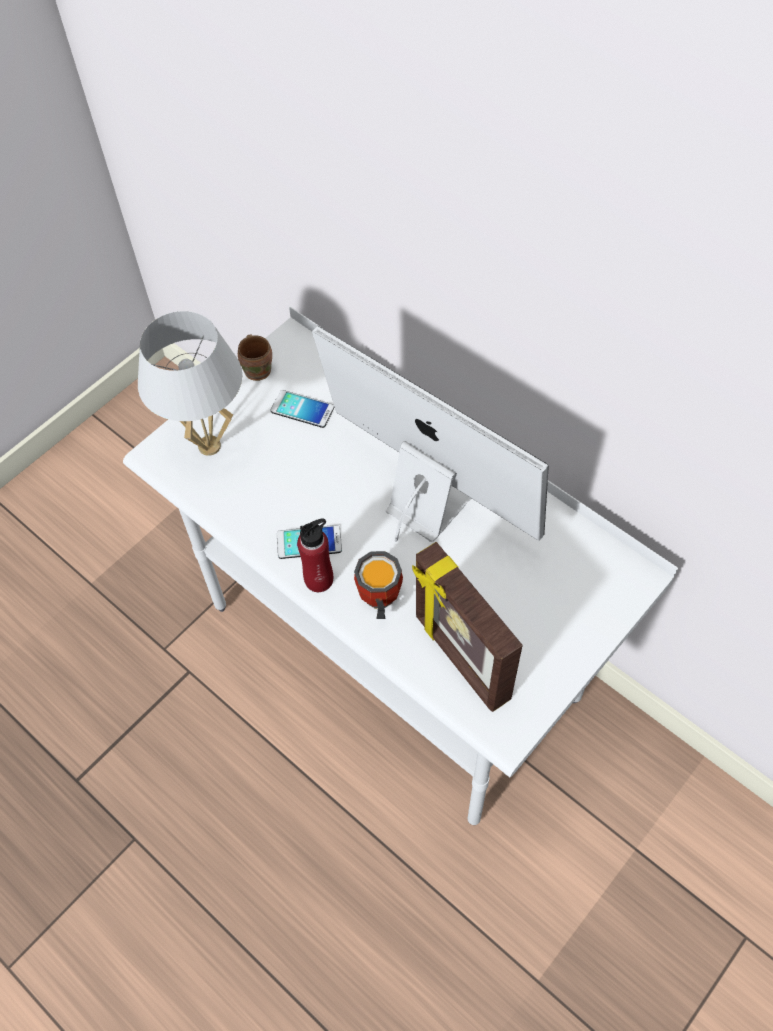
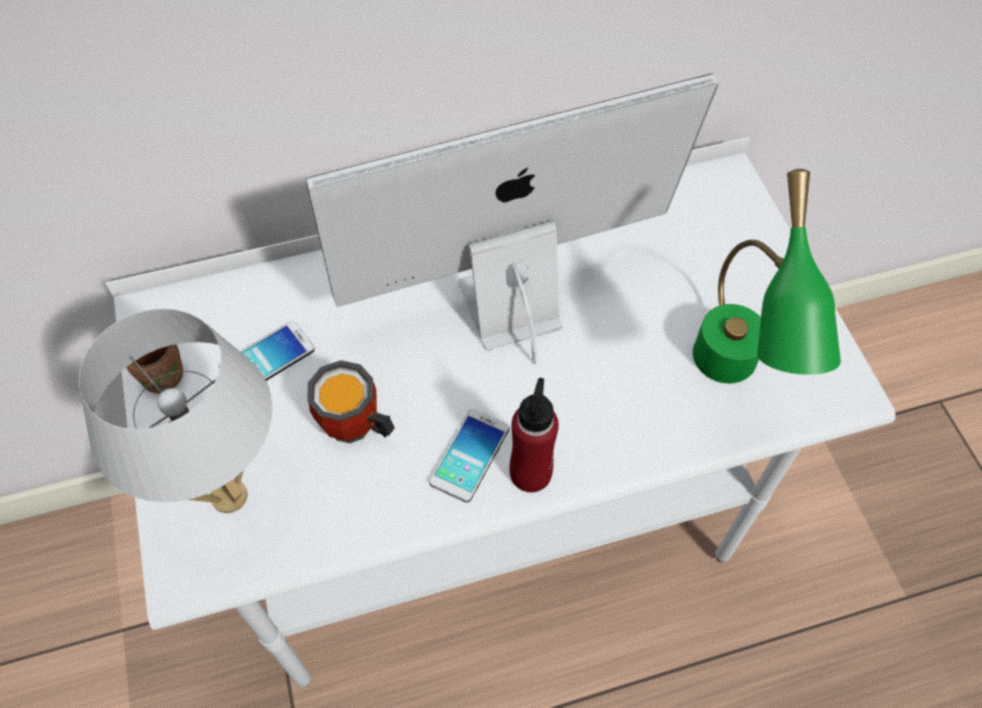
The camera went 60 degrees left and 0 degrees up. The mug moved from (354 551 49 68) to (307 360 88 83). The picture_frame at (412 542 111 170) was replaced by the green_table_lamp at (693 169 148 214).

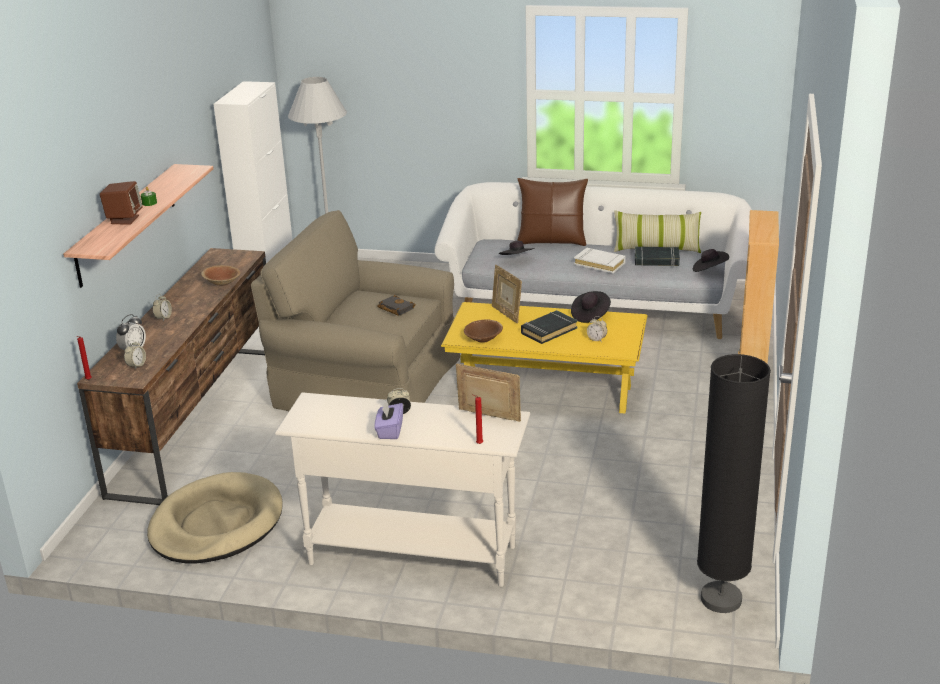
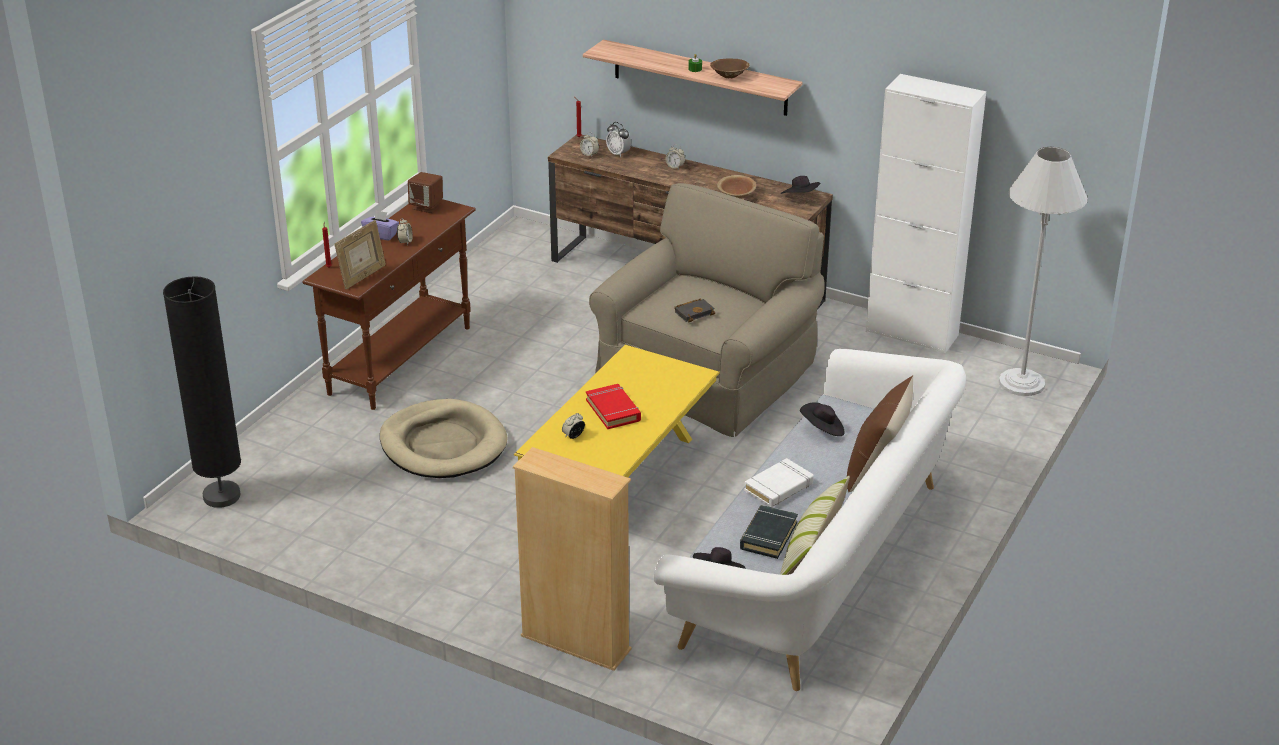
The camera went 105 degrees right and 5 degrees up. The picture_frame at (492 265 30 58) disappeared. The brown_speaker moved from (100 181 43 44) to (408 172 35 41). The beige_dog_bed moved from (147 472 136 92) to (380 399 128 79). The brown_bowl moved from (464 319 39 24) to (710 58 40 20). The black_hat moved from (571 291 40 32) to (780 176 41 18). The white_console_table at (275 392 255 195) became the brown_console_table at (303 199 173 211). The black_book at (521 310 57 34) became the red_book at (586 384 55 45).

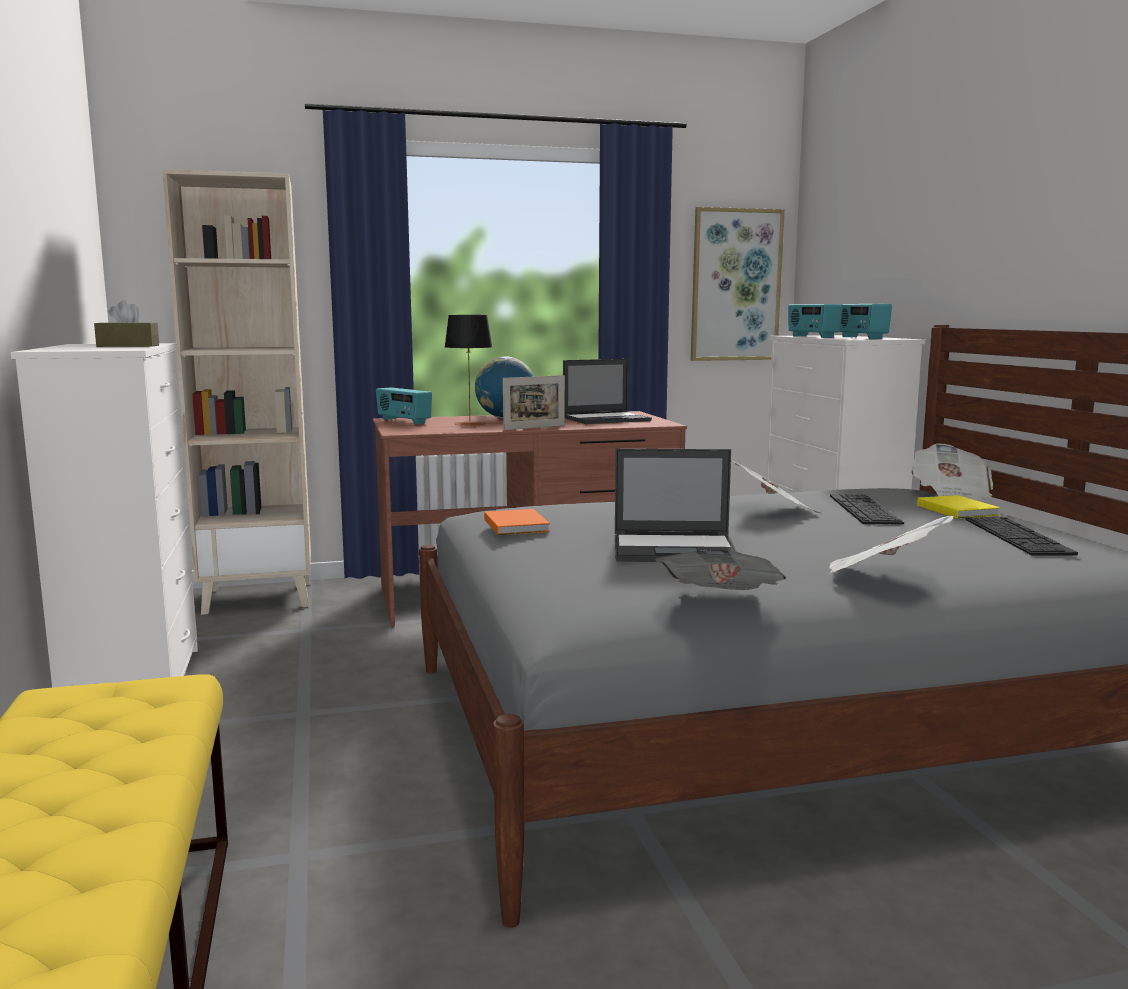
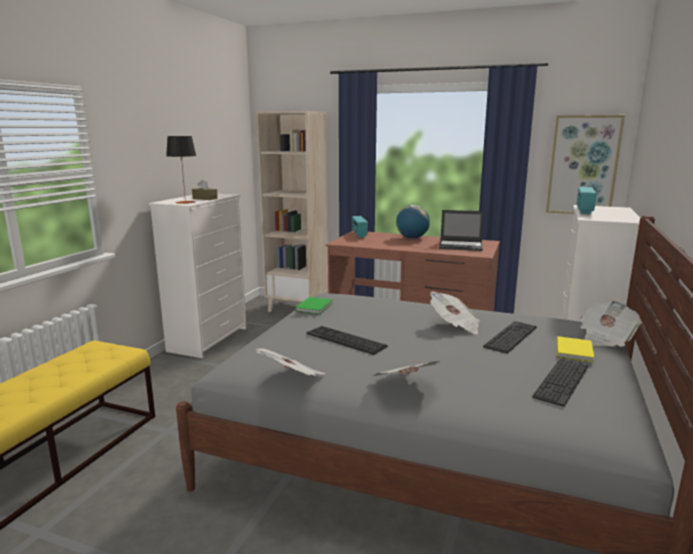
The camera went 35 degrees right and 5 degrees up. The picture_frame at (503 375 62 55) disappeared. The radio at (840 304 52 35) disappeared. The table_lamp moved from (445 315 47 111) to (166 136 30 68). The laptop at (615 448 122 114) was replaced by the keyboard at (306 326 82 29). The orange_book at (484 509 66 26) became the green_book at (295 297 38 18).

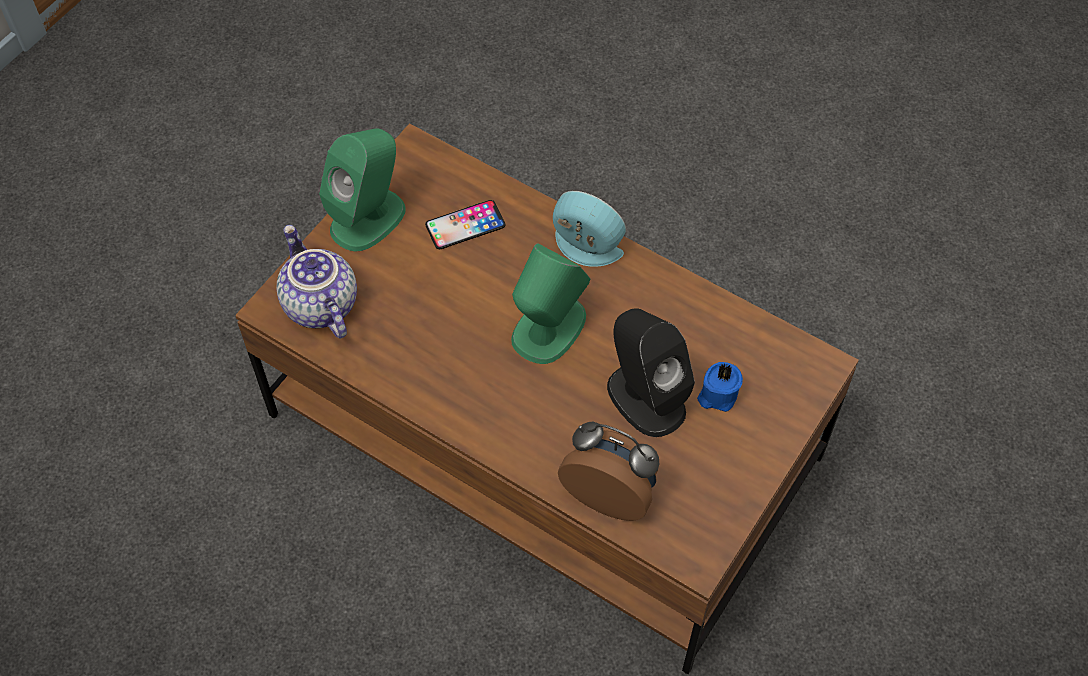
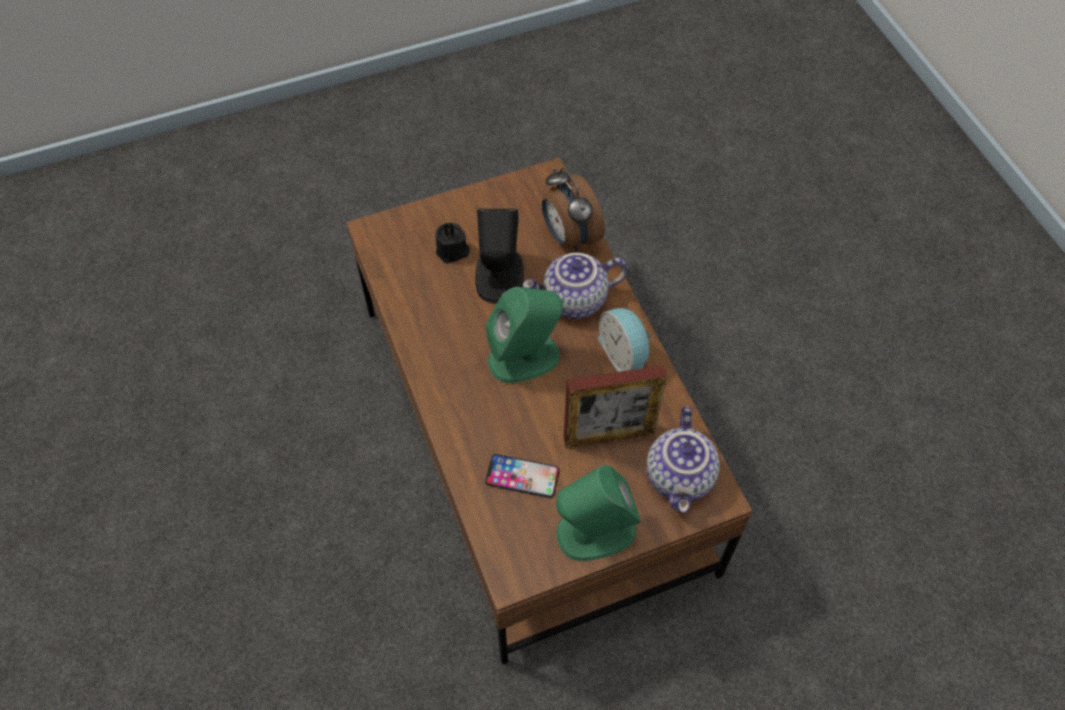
The camera went 145 degrees left and 0 degrees up. The teapot at (523 253 105 66) appeared. The picture_frame at (564 365 103 83) appeared. The alarm_clock moved from (553 191 73 76) to (598 308 55 64). The blue_candle at (697 362 46 50) became the black_candle at (435 222 35 42).

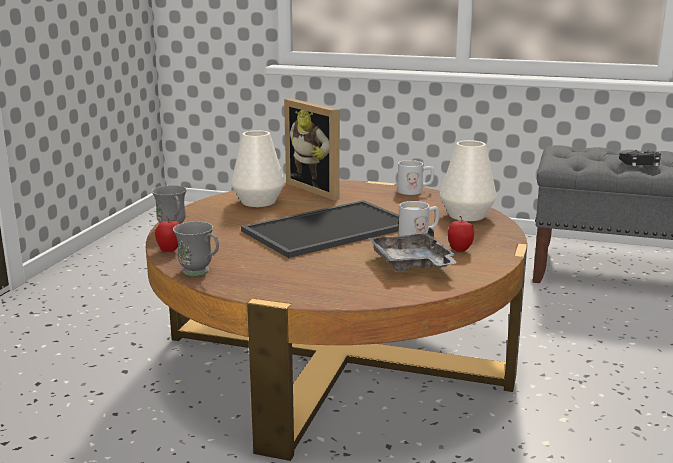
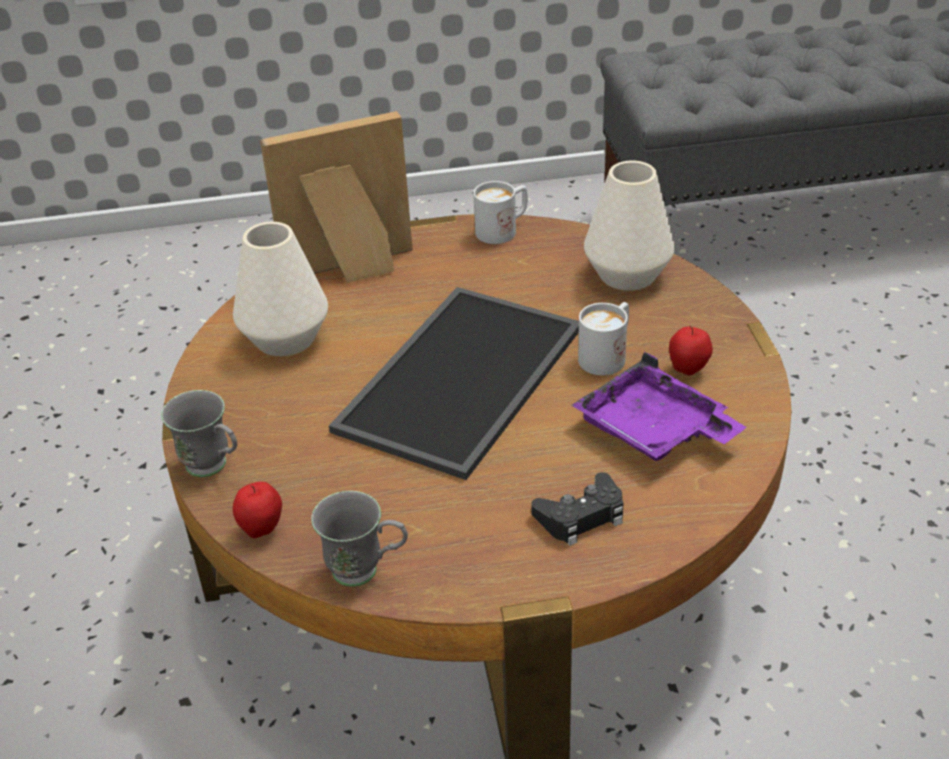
The camera went 25 degrees left and 20 degrees up. The black_game_controller moved from (619 150 42 17) to (531 472 93 74). The grey_tray at (368 227 89 44) became the purple_tray at (572 351 174 110). The picture_frame at (284 98 56 103) turned 135 degrees clockwise.

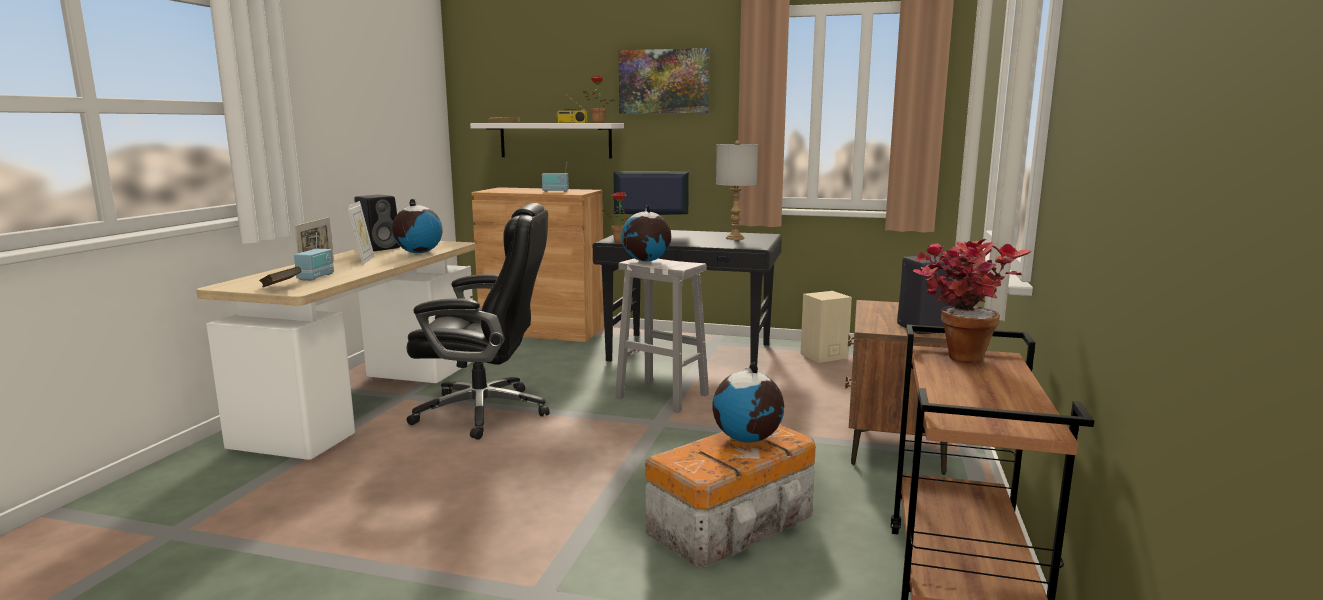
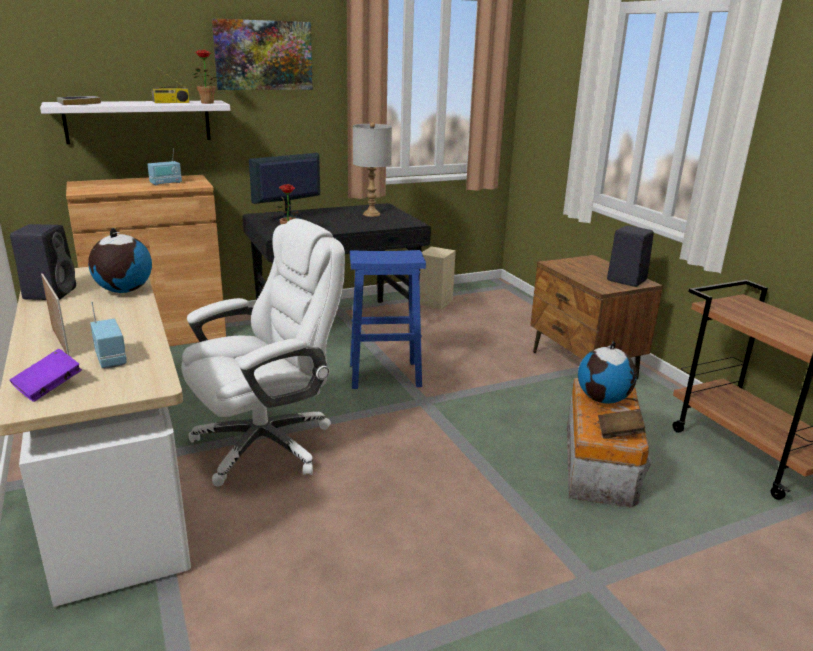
The camera went 40 degrees left and 10 degrees up. The picture_frame at (346 201 29 64) disappeared. The globe at (621 205 50 57) disappeared. The potted_plant at (913 239 118 124) disappeared. The purple_book at (10 349 72 53) appeared. The brown_book moved from (259 267 42 20) to (598 409 48 30). The black_office_chair at (407 203 143 237) became the white_office_chair at (181 219 164 268). The white_stool at (615 258 94 155) became the blue_stool at (350 250 76 139).

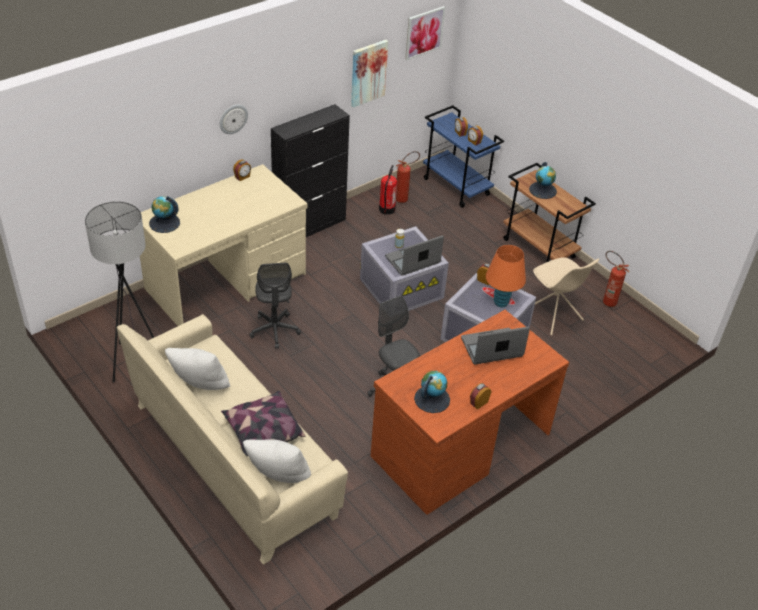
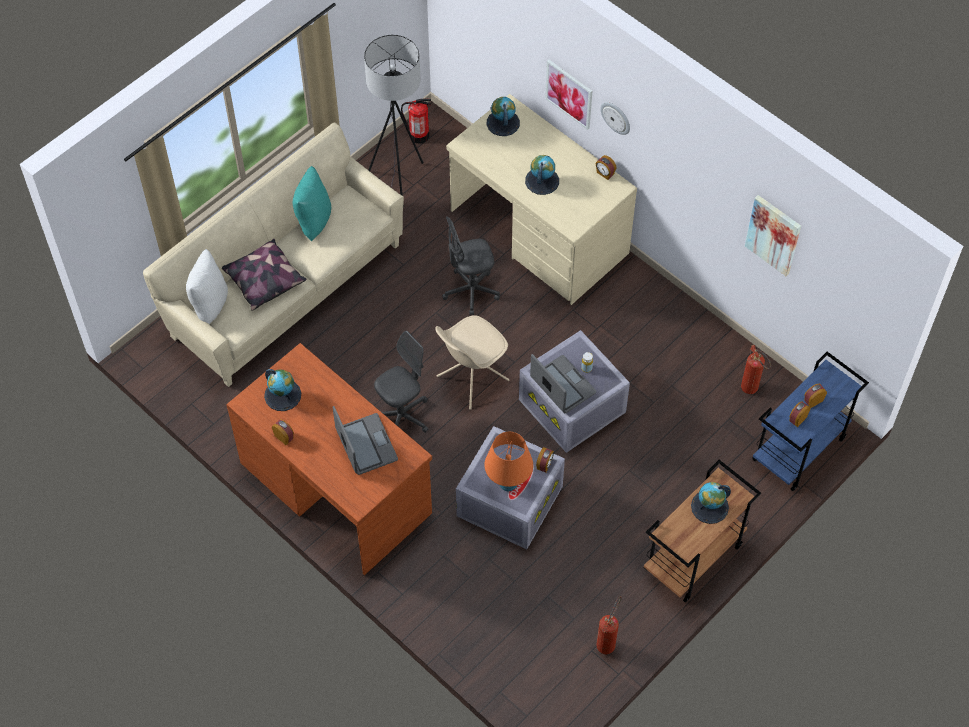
The camera went 85 degrees right and 15 degrees up. The black_cabinet at (271 104 79 133) disappeared. The globe at (525 155 34 40) appeared. The fire_extinguisher moved from (379 165 18 50) to (401 98 30 46). The picture moved from (405 6 40 54) to (545 60 47 70). The beige_chair moved from (533 257 66 78) to (435 315 74 95). The white_pillow at (165 348 65 42) became the turquoise_pillow at (293 166 38 75).

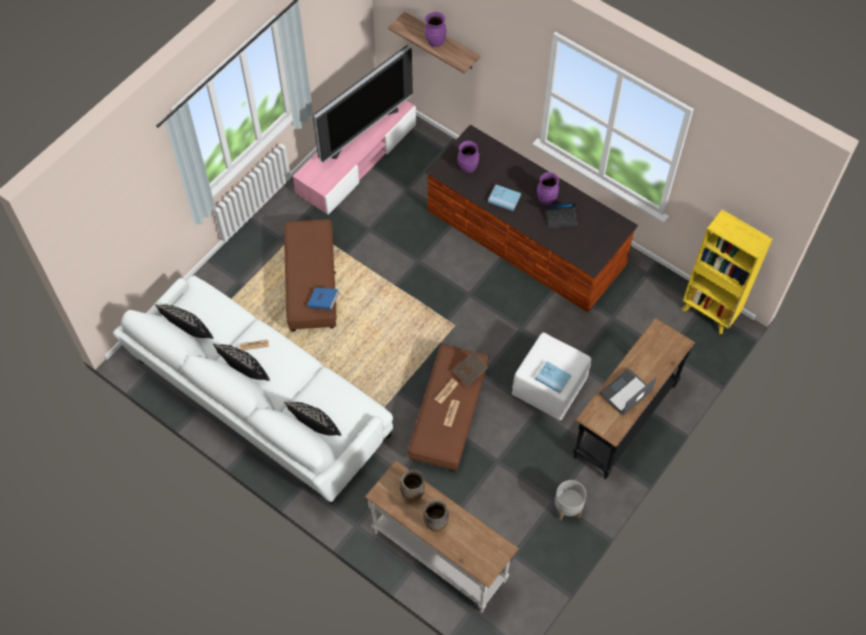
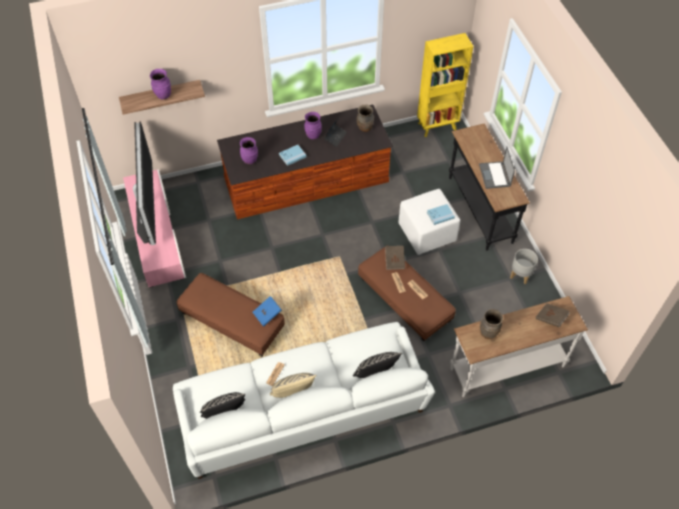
The camera went 55 degrees left and 5 degrees down. The brown_book at (536 303 34 24) appeared. The brown_vase moved from (423 499 26 33) to (357 104 17 28). The black_pillow at (213 344 57 37) became the beige_pillow at (270 373 46 25).

